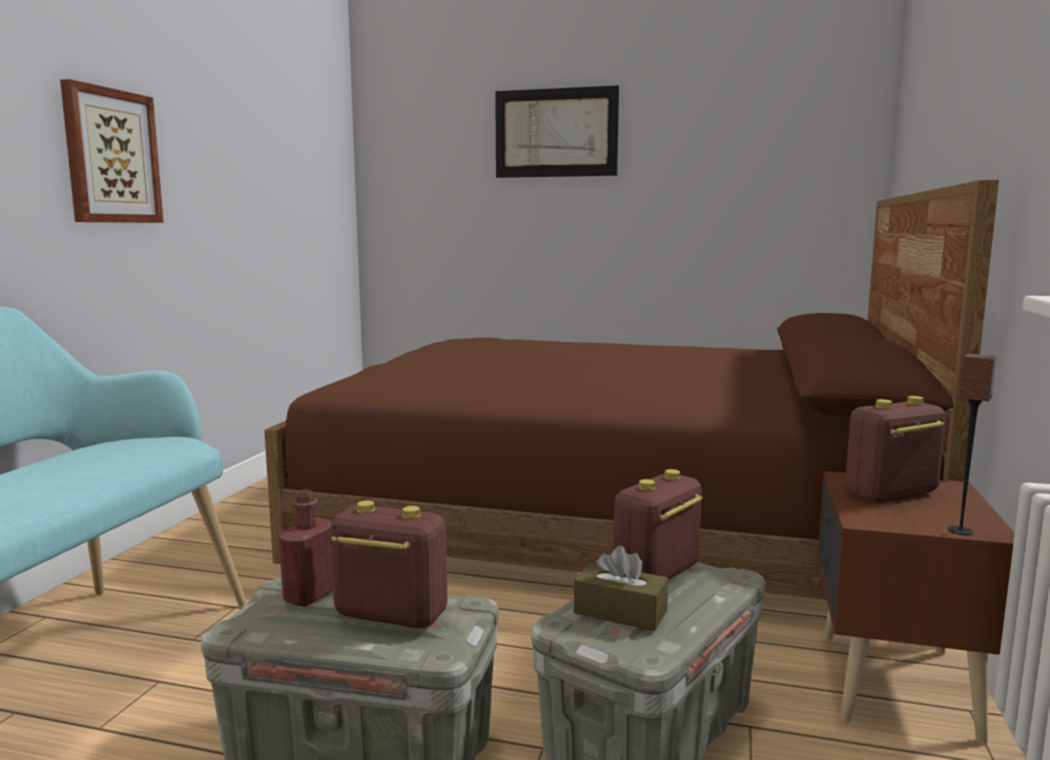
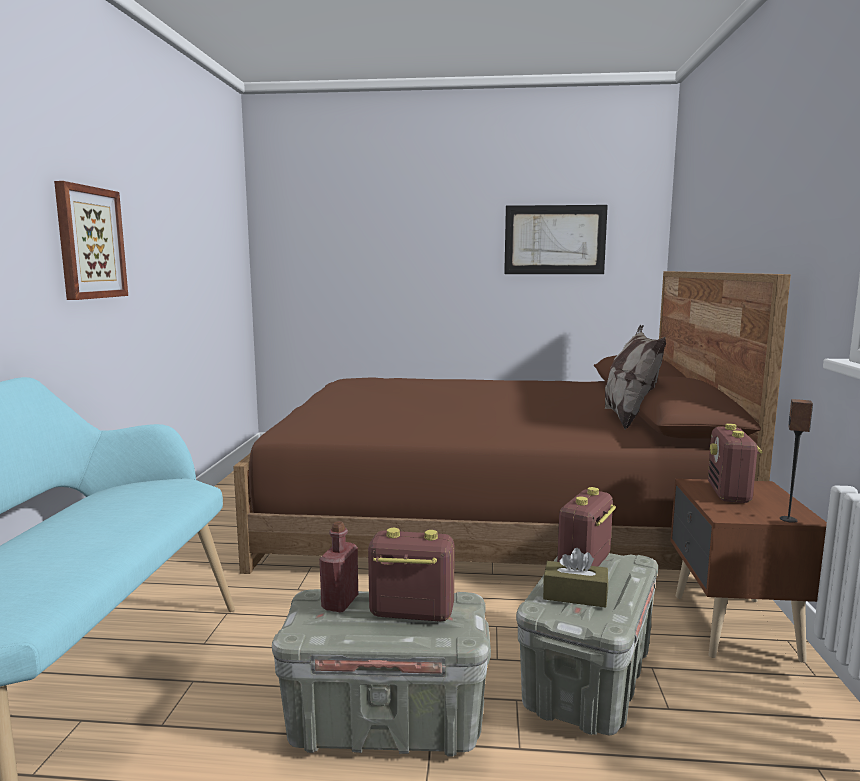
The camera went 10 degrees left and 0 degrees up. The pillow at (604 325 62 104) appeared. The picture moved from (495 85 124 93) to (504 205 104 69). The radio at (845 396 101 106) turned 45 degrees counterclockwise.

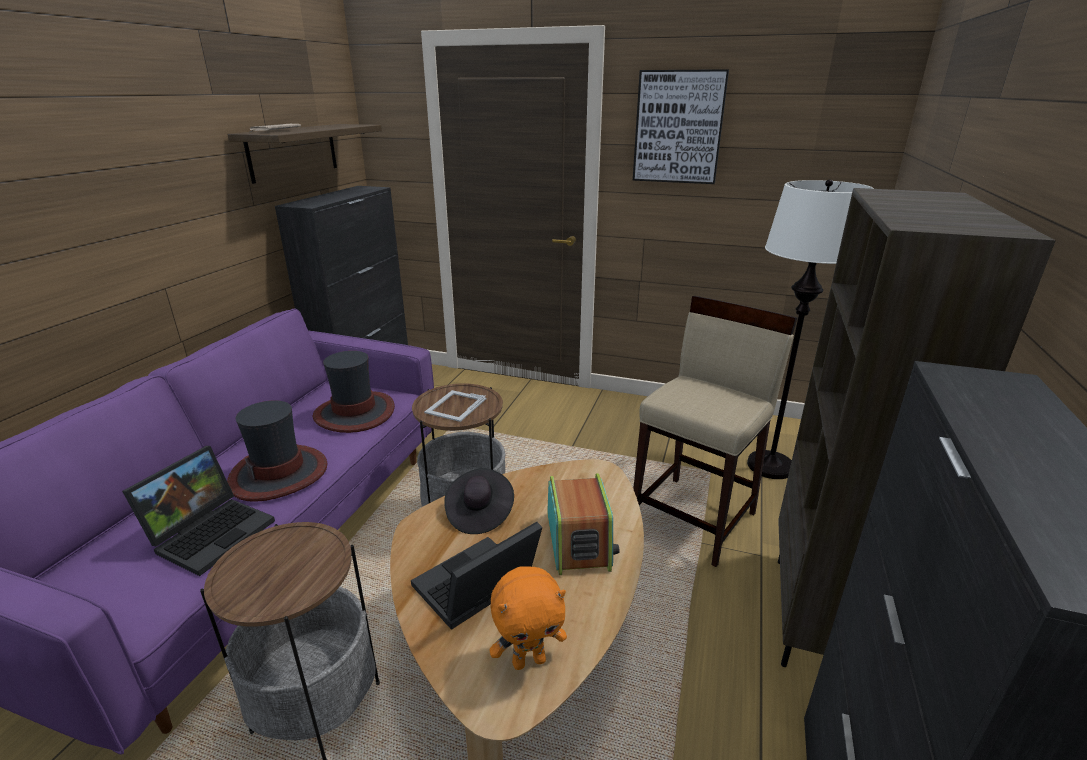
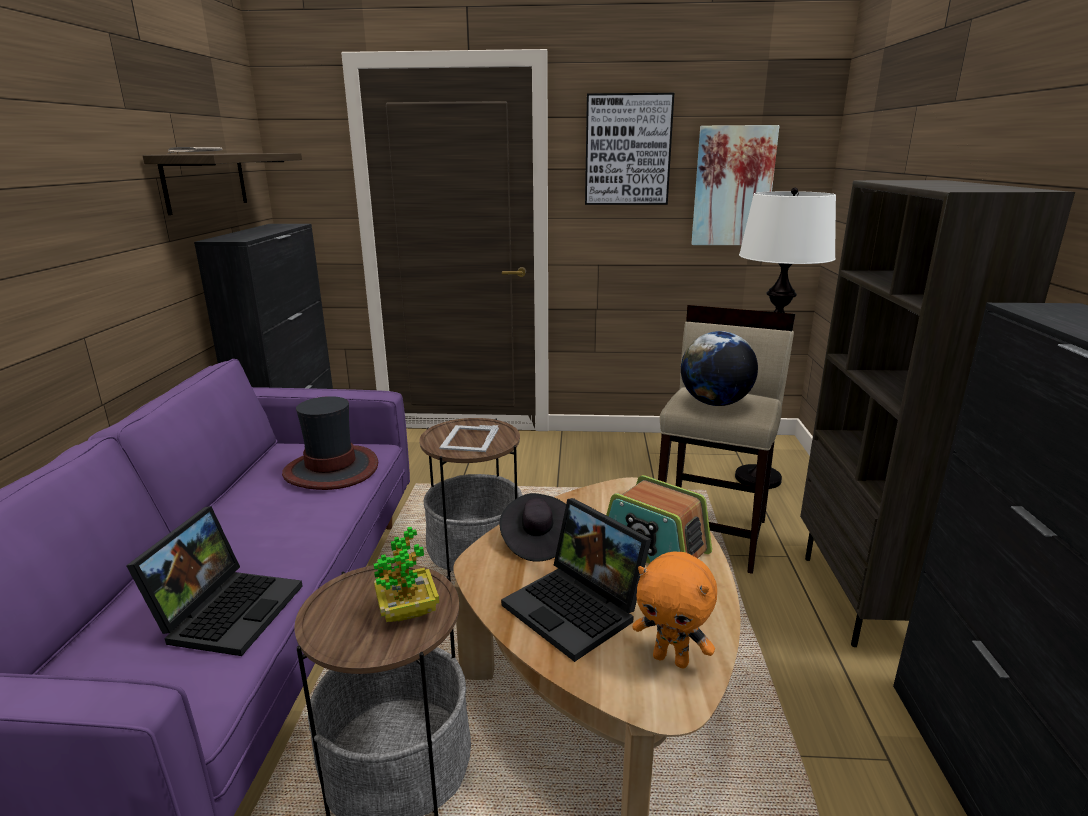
The camera went 15 degrees left and 5 degrees down. The hat at (227 400 101 102) disappeared. The potted_plant at (374 527 65 95) appeared. The globe at (681 331 77 75) appeared. The picture at (691 125 89 120) appeared. The laptop at (411 522 131 108) turned 75 degrees counterclockwise. The orange_plush_toy at (489 566 78 104) turned 60 degrees clockwise. The radio at (547 473 73 102) turned 150 degrees clockwise.

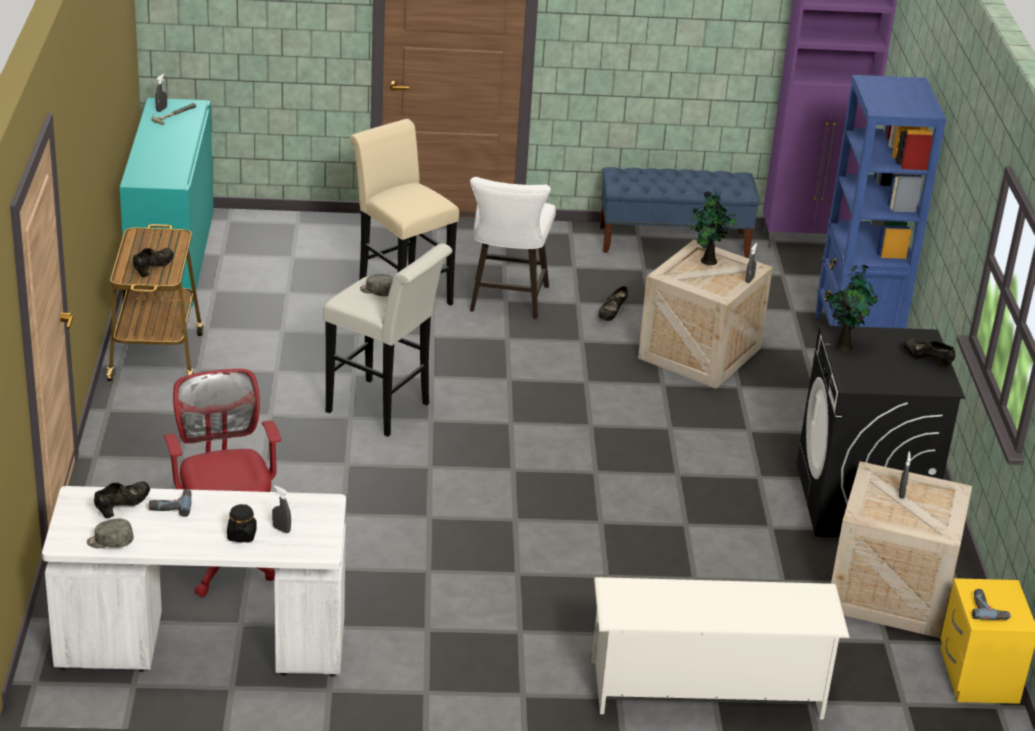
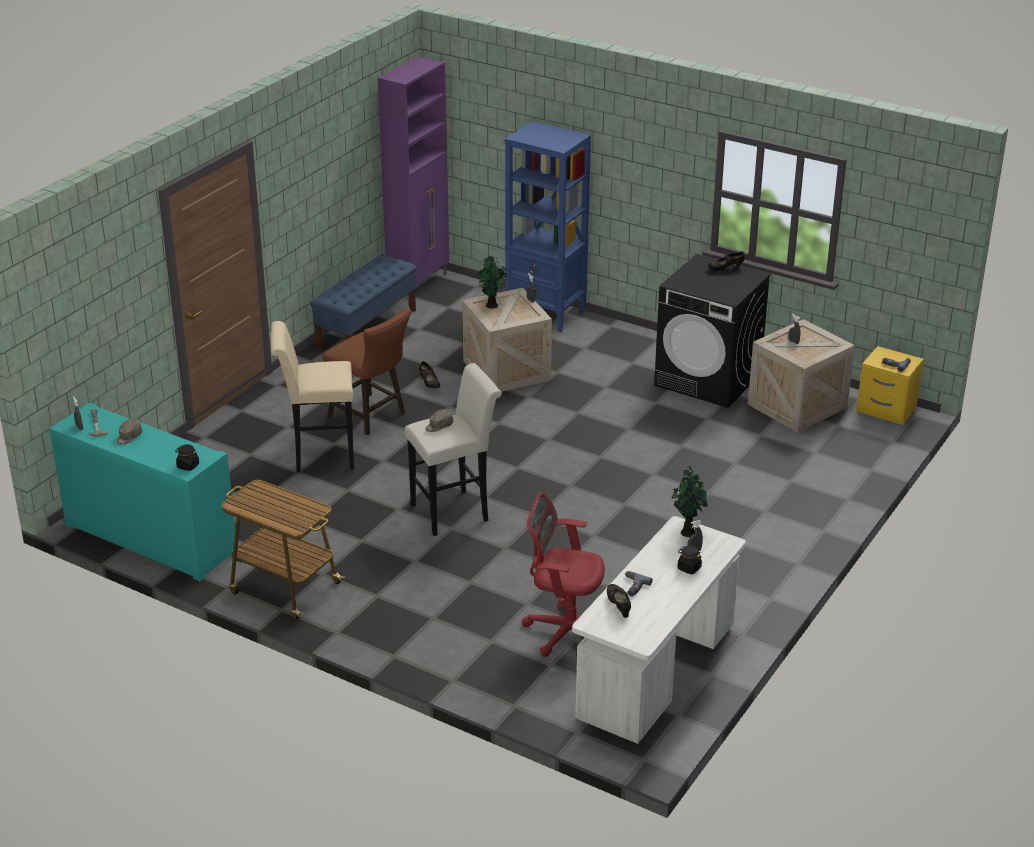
The camera went 55 degrees left and 0 degrees up. The black_shoe at (133 248 41 29) disappeared. The white_shoe_rack at (592 577 258 143) disappeared. The black_jar at (175 444 24 27) appeared. The grey_cap moved from (87 519 47 29) to (117 419 25 26). The potted_plant moved from (825 265 54 87) to (671 465 37 72). The white_stool at (470 177 86 142) became the brown_stool at (322 308 89 127).

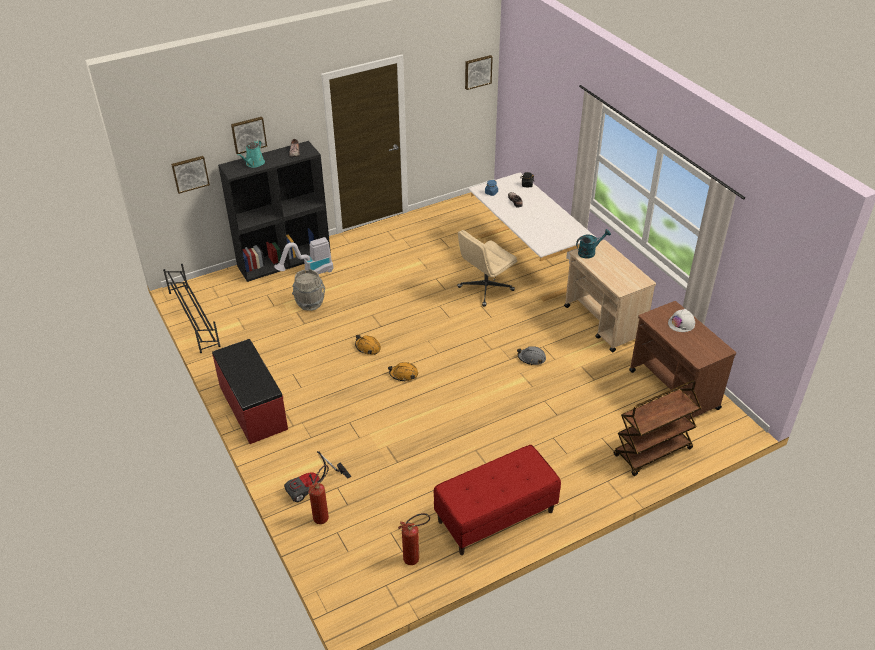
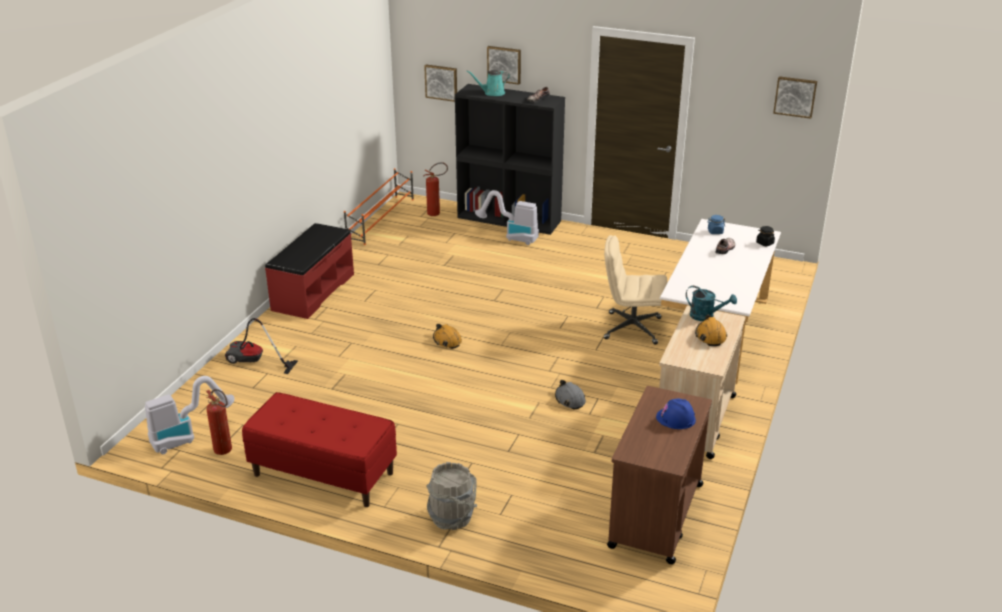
The camera went 50 degrees right and 10 degrees down. The brown_cart at (614 380 87 96) disappeared. The vacuum_cleaner at (145 376 90 78) appeared. The grey_bucket moved from (292 269 33 42) to (427 462 50 68). The fire_extinguisher moved from (308 465 21 59) to (423 162 25 54). The orange_hard_hat moved from (355 335 26 20) to (695 315 32 31). The black_shoe_rack at (163 264 57 89) became the orange_shoe_rack at (344 168 70 77). The white_hard_hat at (668 309 27 23) became the blue_hard_hat at (656 399 40 30).

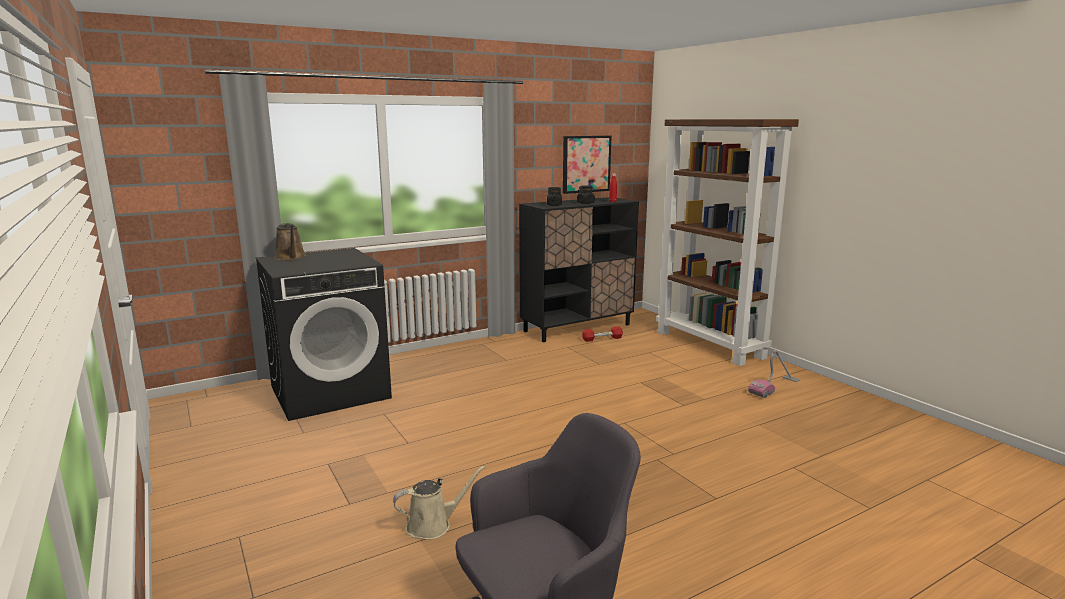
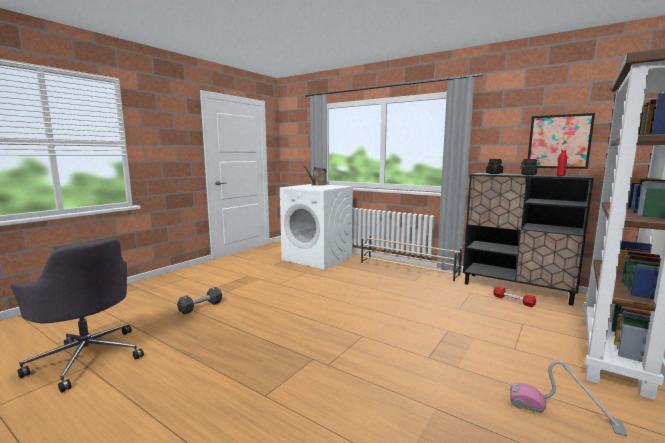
The camera went 65 degrees right and 5 degrees down. The beige_shoe_rack at (361 234 101 49) appeared. The beige_watering_can at (393 465 93 75) was replaced by the black_dumbbell at (177 287 45 28). The black_washing_machine at (256 248 136 173) became the white_washing_machine at (280 184 74 86).

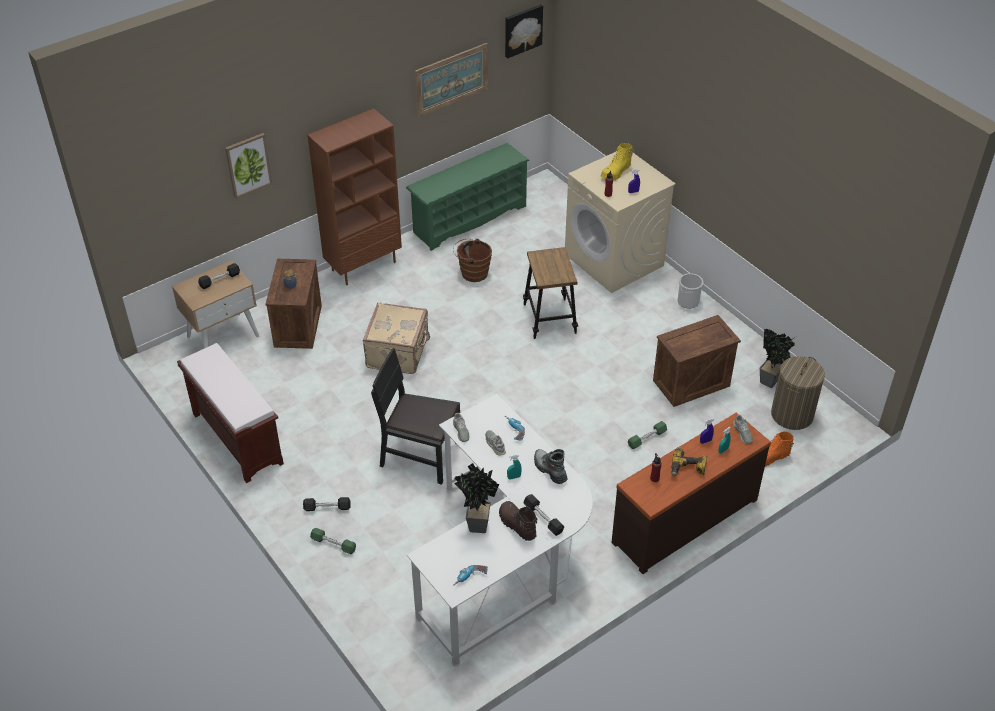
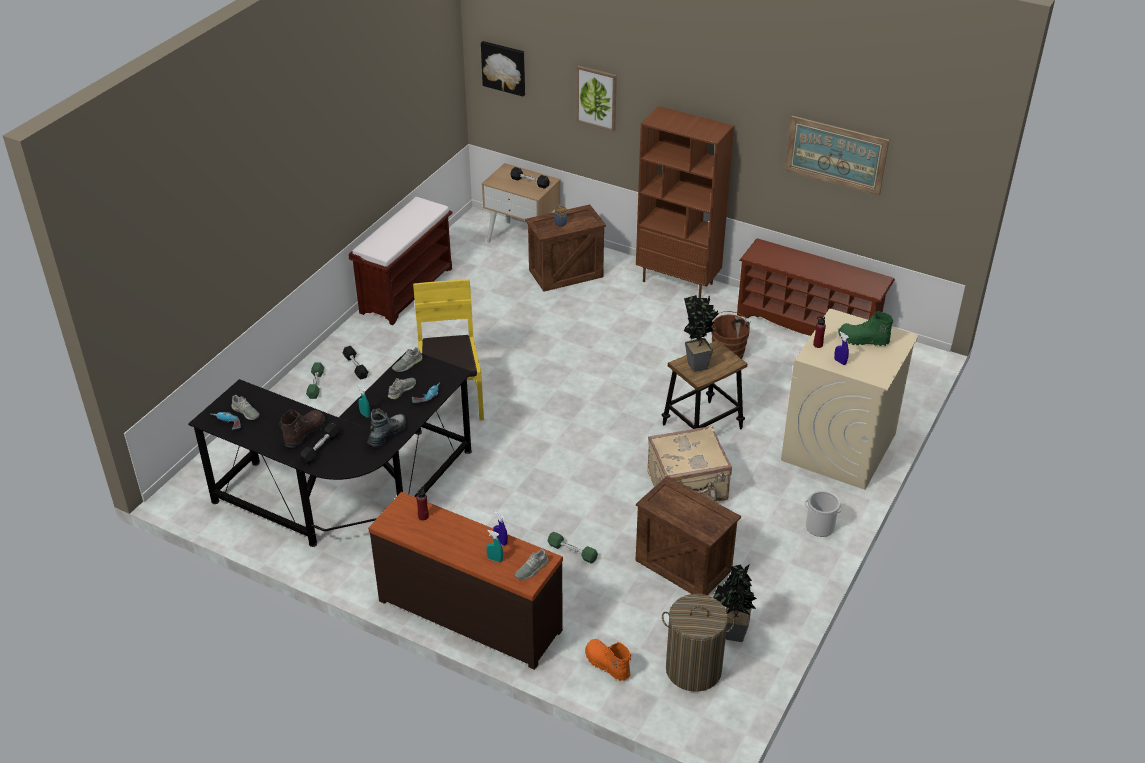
The camera went 65 degrees right and 5 degrees down. The power_drill at (671 447 37 29) disappeared. The grey_shoe at (231 395 28 25) appeared. The beige_suitcase moved from (363 302 67 72) to (648 425 84 76). The potted_plant moved from (455 463 44 70) to (683 295 36 77). The picture moved from (505 4 38 54) to (481 41 44 56). The black_chair at (371 348 89 137) became the yellow_chair at (413 279 71 142). The green_shoe_rack at (406 143 124 108) became the brown_shoe_rack at (737 239 158 97). The white_desk at (407 394 186 273) became the black_desk at (188 349 284 198). The yellow_boot at (601 143 33 38) became the green_boot at (838 312 55 34).

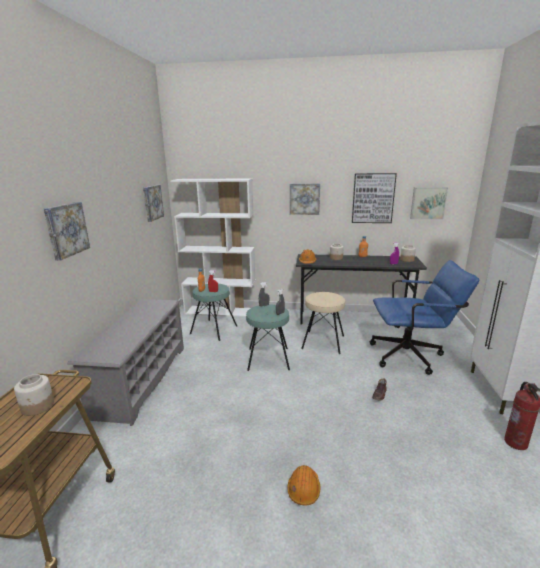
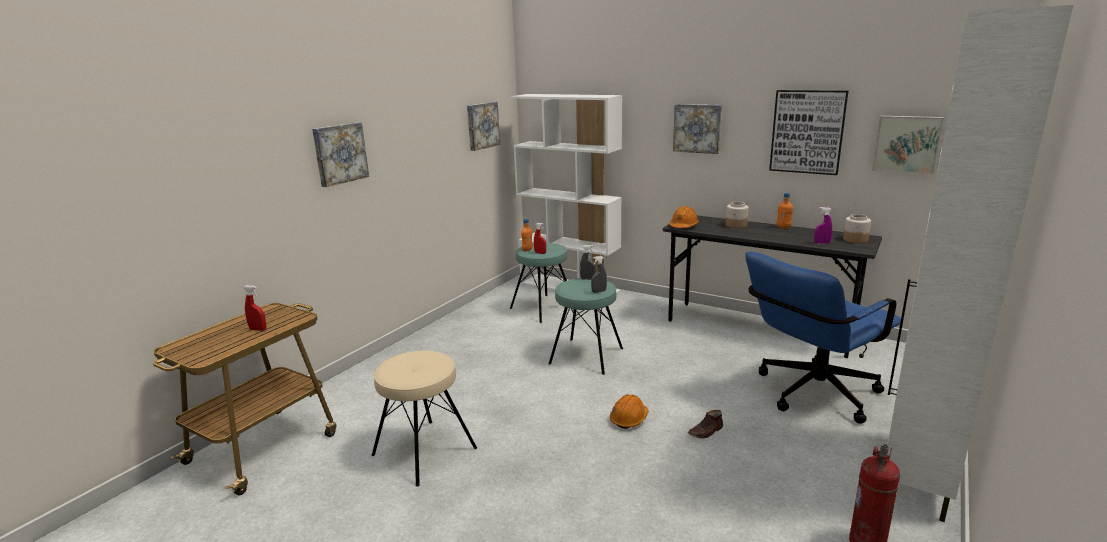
The camera went 25 degrees right and 0 degrees up. The grey_shoe_rack at (67 299 117 127) disappeared. The orange_hard_hat moved from (288 465 33 40) to (610 394 38 35). The beige_stool moved from (301 292 44 62) to (371 351 106 135). The jar at (14 374 40 42) was replaced by the red_spray_bottle at (243 285 23 46). The blue_office_chair at (370 260 109 115) turned 120 degrees clockwise.

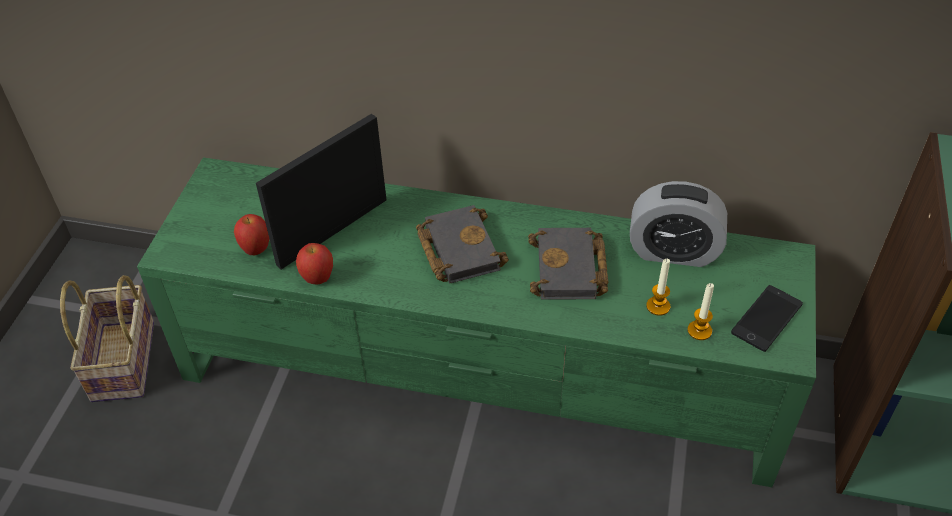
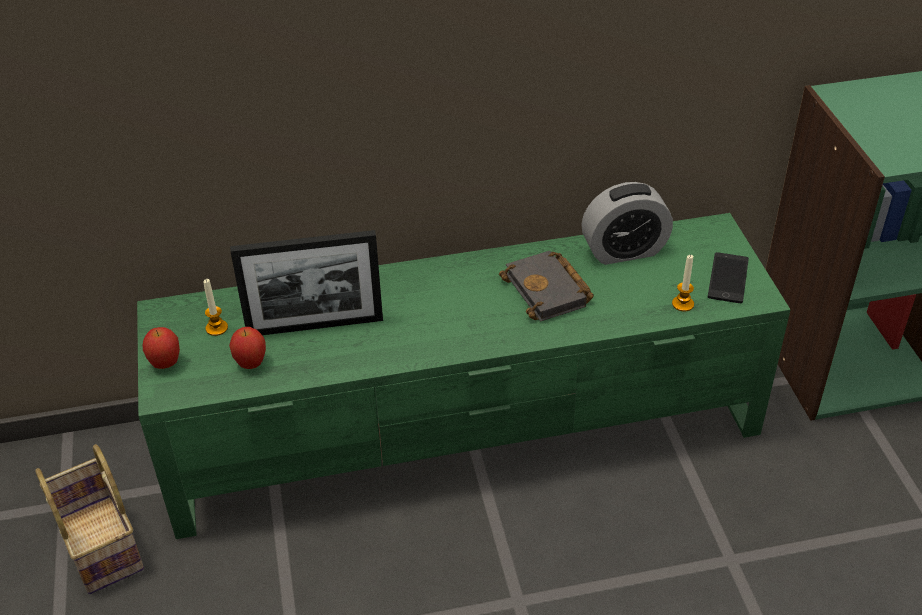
The camera went 25 degrees left and 5 degrees down. The black_book at (416 205 93 78) disappeared. The apple moved from (296 243 37 42) to (143 327 37 42). The candle moved from (646 259 24 57) to (203 279 25 57). The picture_frame at (256 114 131 156) turned 120 degrees counterclockwise.

